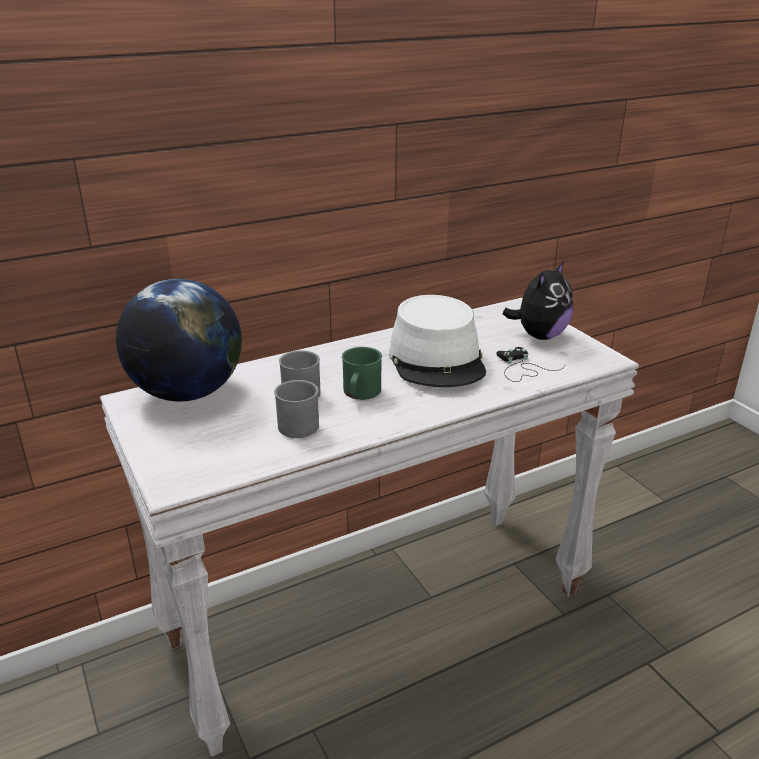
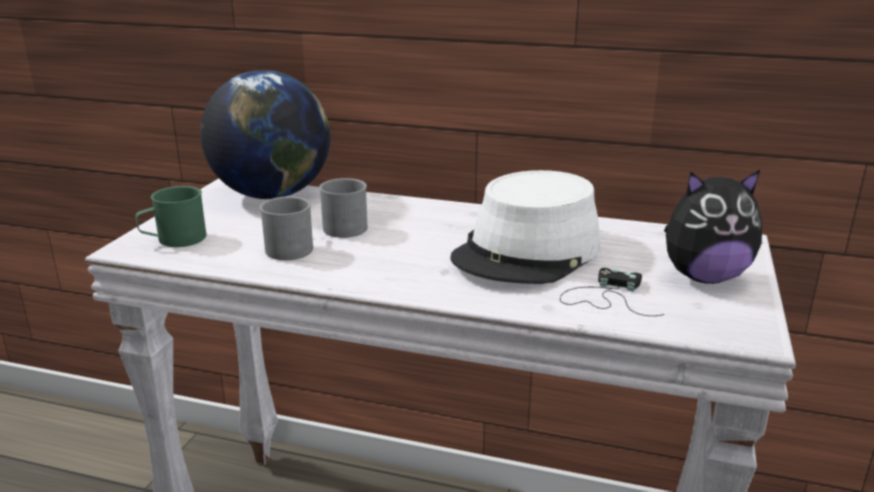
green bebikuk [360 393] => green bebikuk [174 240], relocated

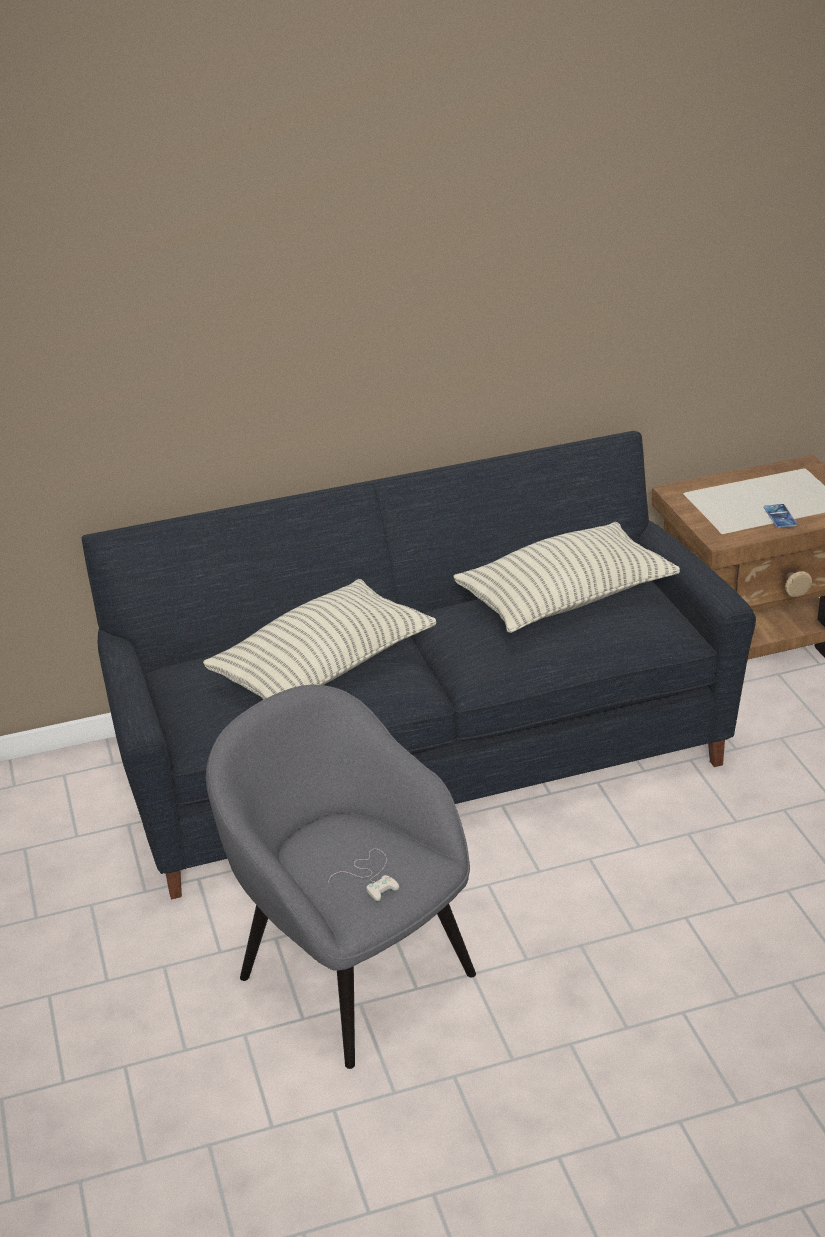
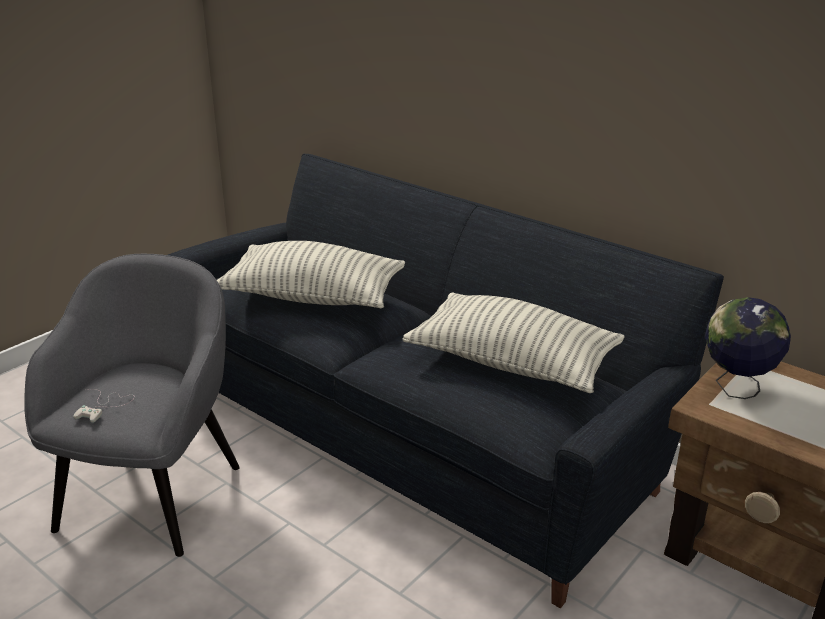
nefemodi [780 516] => nothing
nothing => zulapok [736 388]

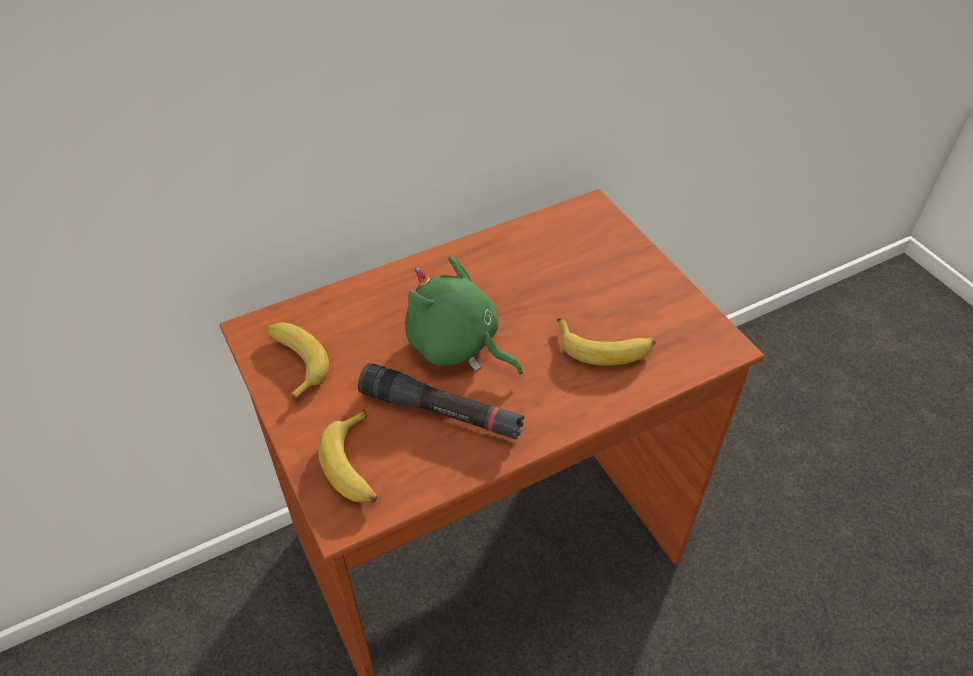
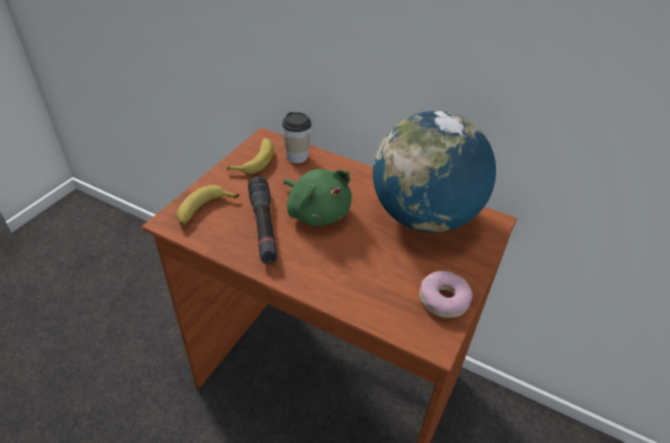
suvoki [605 348] => nothing
nothing => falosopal [297 157]
nothing => zulapok [424 217]
nothing => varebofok [443 299]
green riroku [457 346] => green riroku [317 212], 135 degrees clockwise

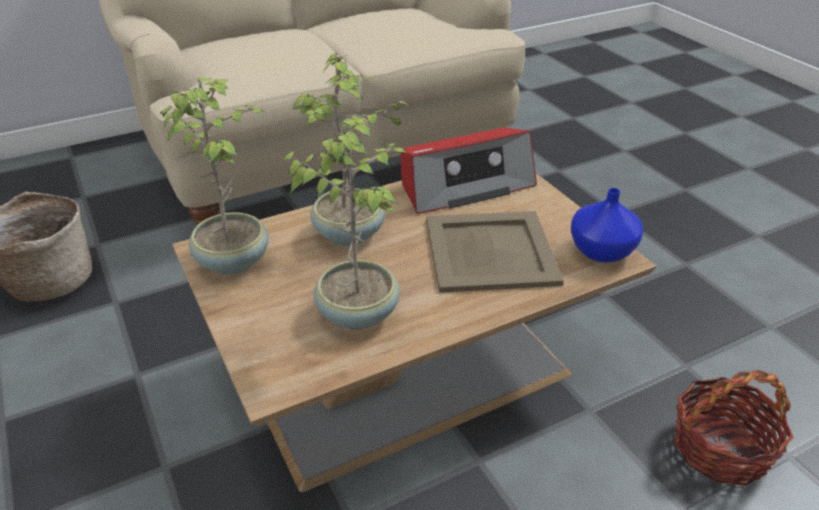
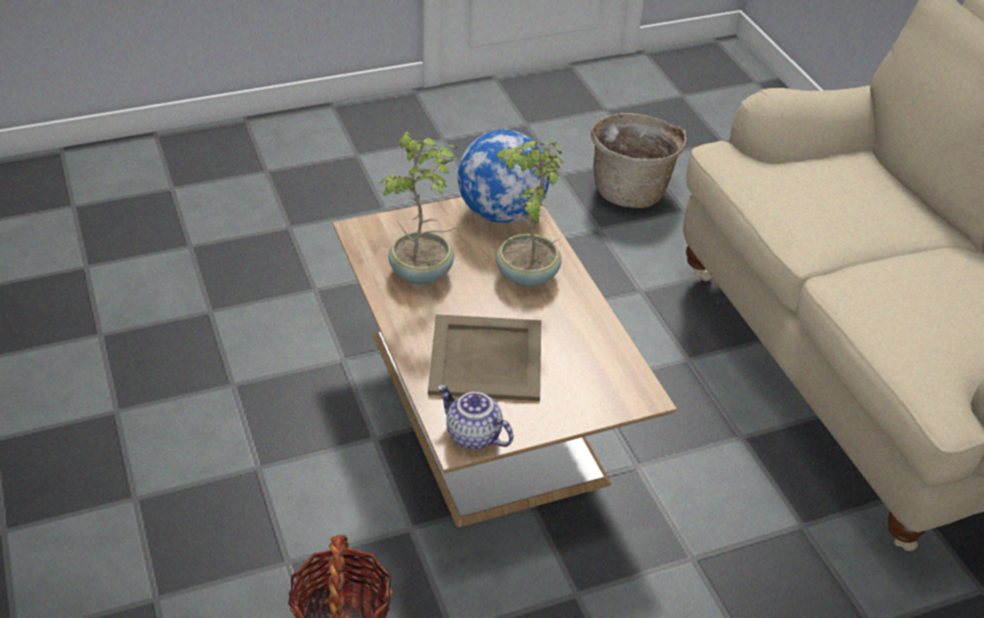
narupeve [465 185] => nothing
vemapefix [234 259] => zulapok [501 213]
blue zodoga [603 251] => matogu [472 436]

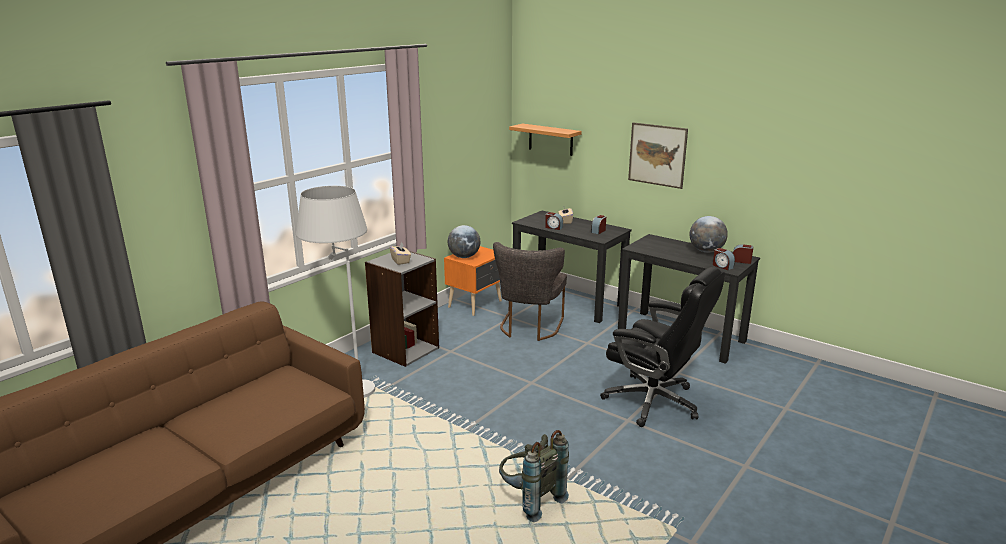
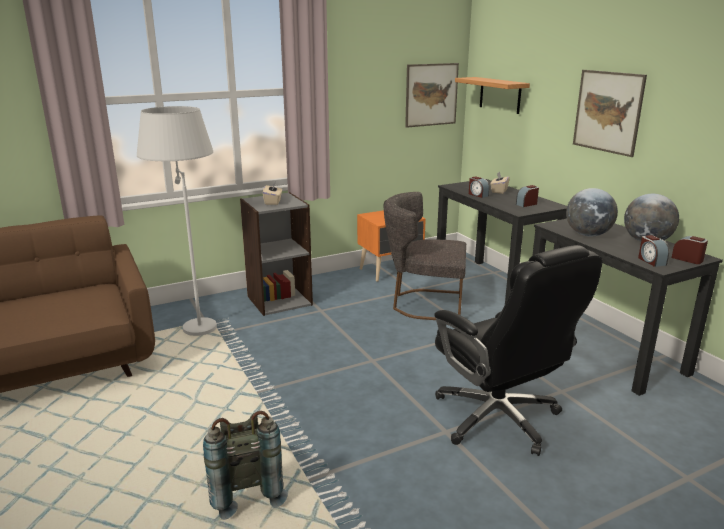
nothing => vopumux [431 95]
zulapok [464 257] => zulapok [588 235], relocated
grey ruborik [529 328] => grey ruborik [423 304], 60 degrees clockwise

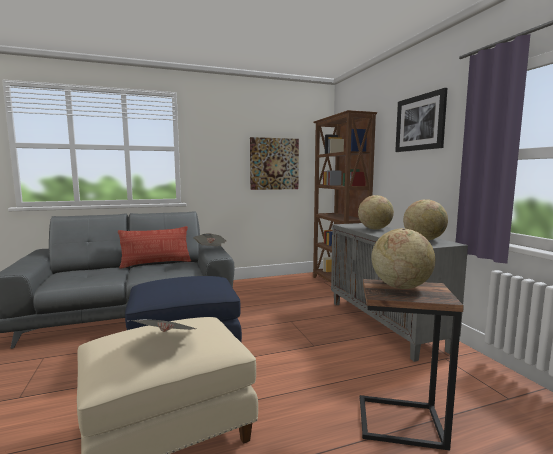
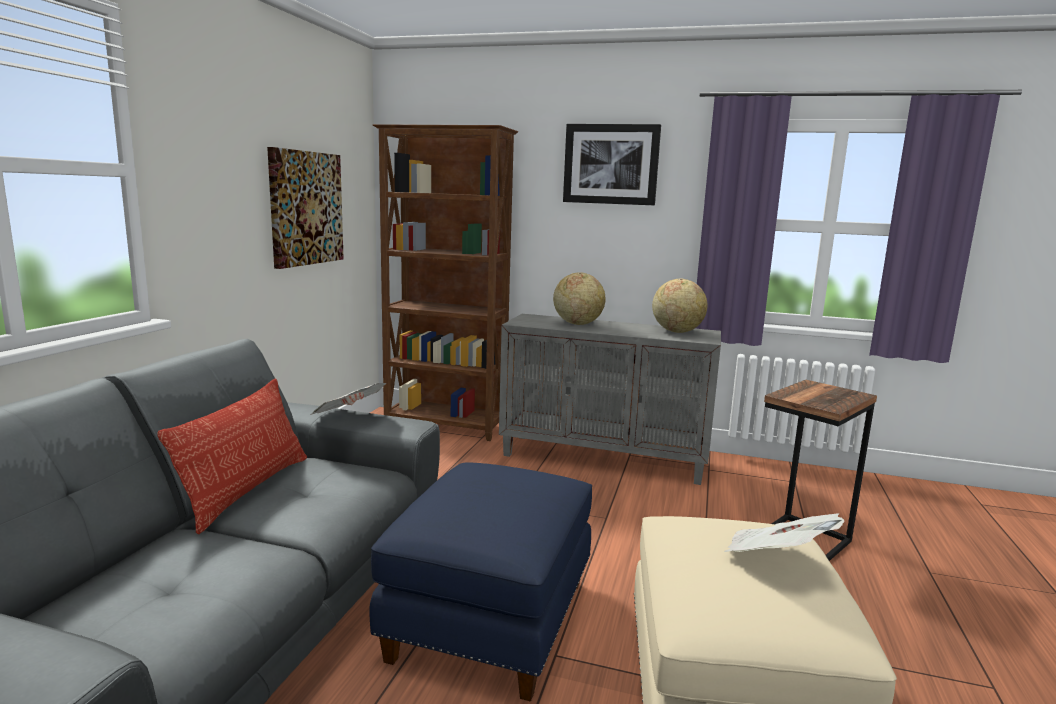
zulapok [400 287] => nothing

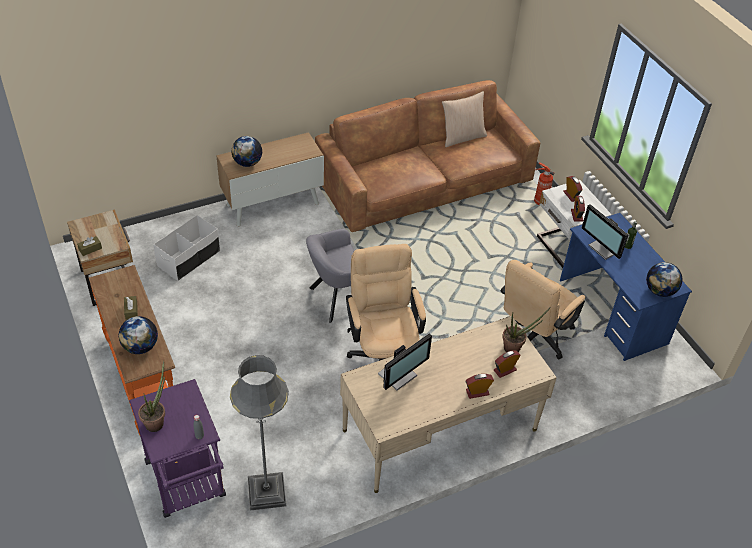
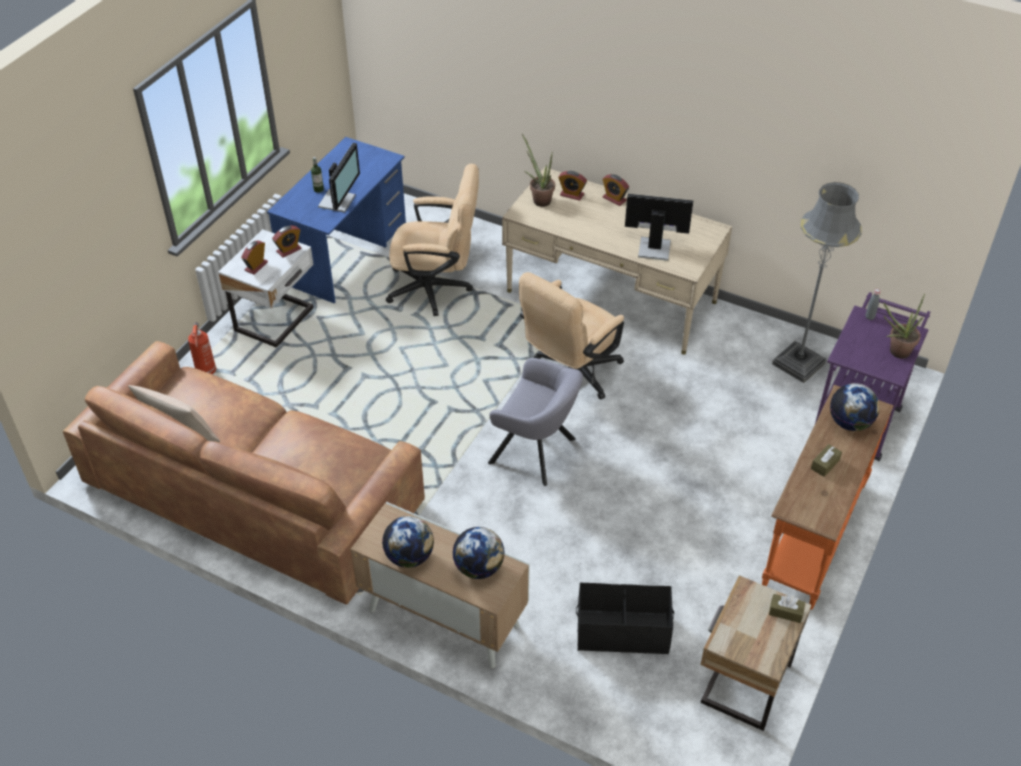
zulapok [659 291] => zulapok [409 557], relocated
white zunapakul [189 258] => black zunapakul [622 631]

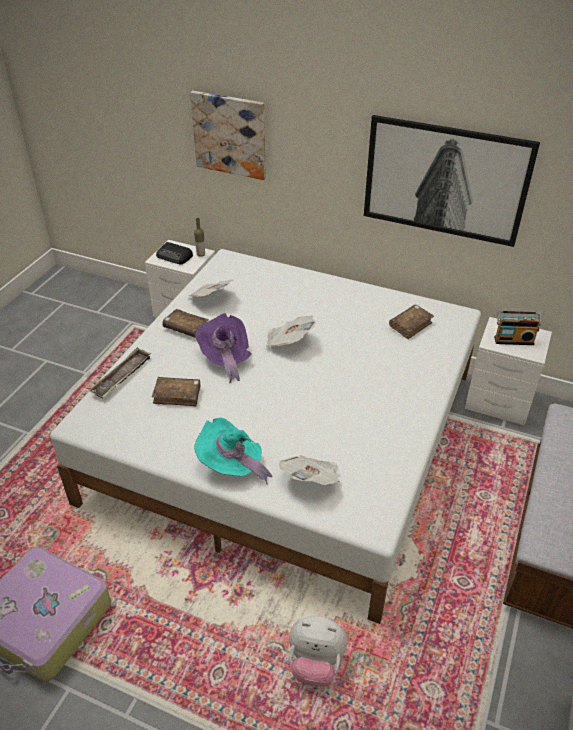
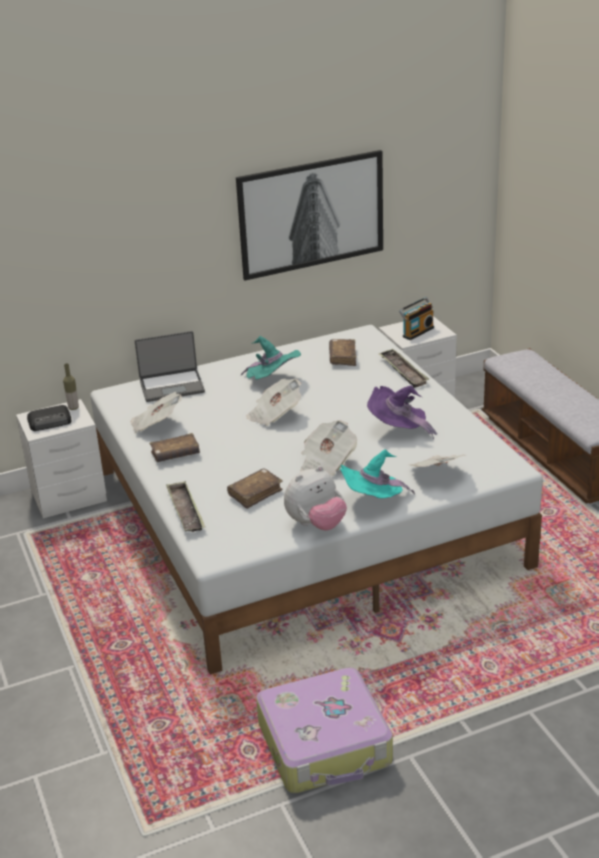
vopumux [230 134] => nothing
nothing => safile [172 386]
nothing => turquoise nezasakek [272 381]
nothing => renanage [326 463]
nothing => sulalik [403 371]
purple nezasakek [225 358] => purple nezasakek [398 429], relocated
riroku [315 663] => riroku [316 524], relocated

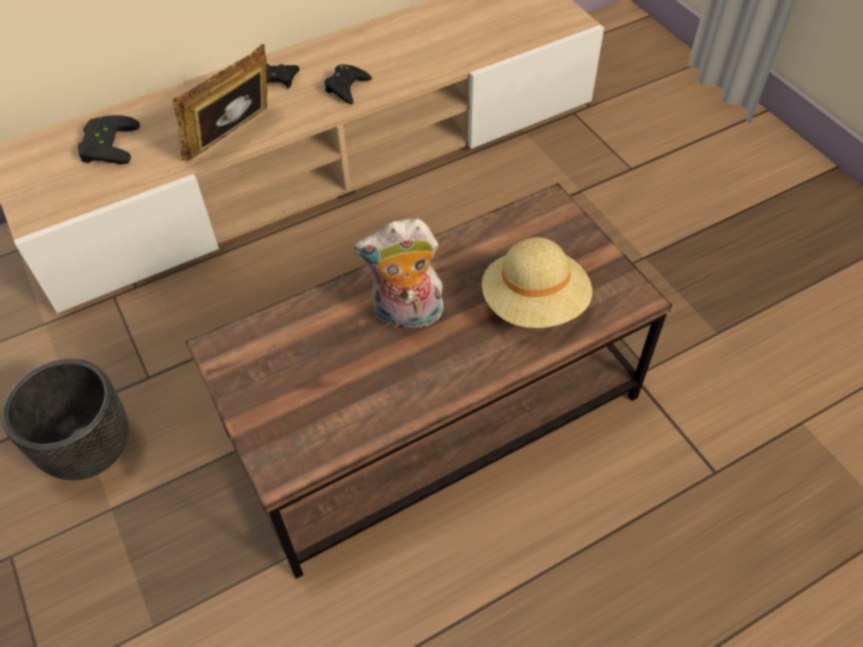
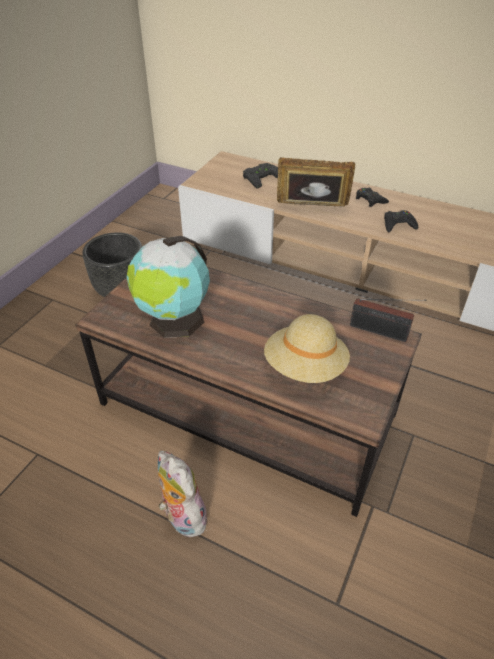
nothing => zulapok [174 321]
nothing => narupeve [381 332]
riroku [406 316] => riroku [182 517], relocated

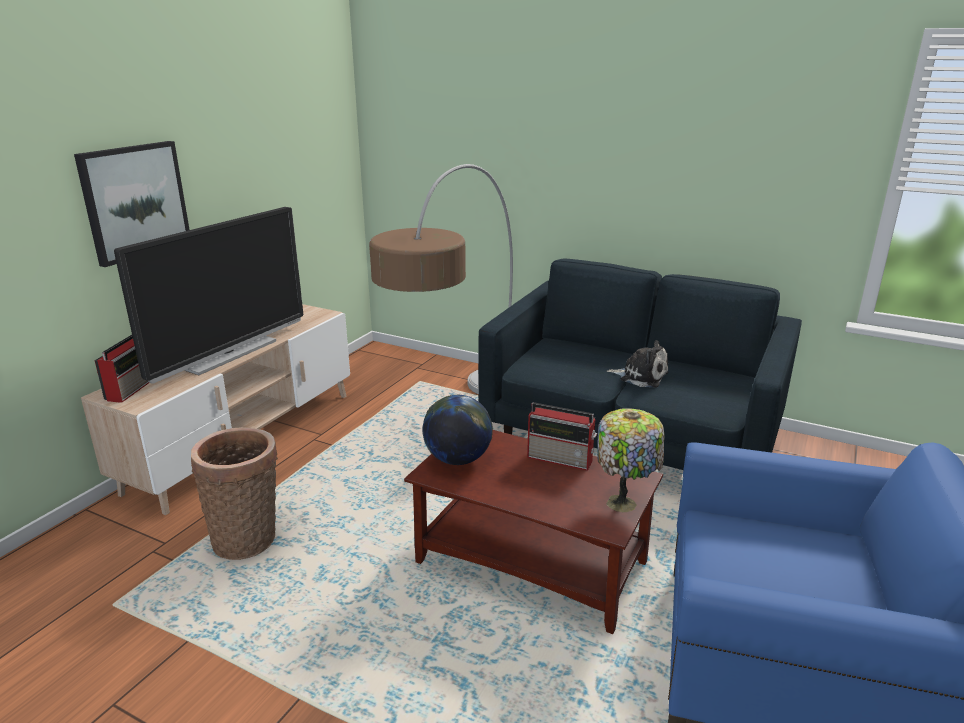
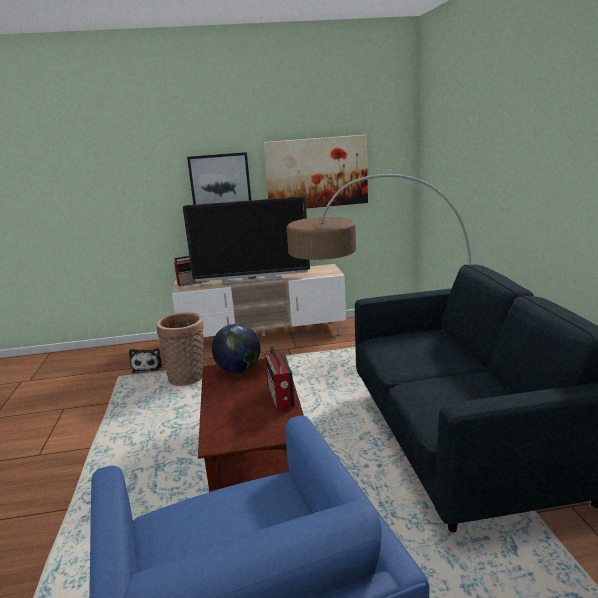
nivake [624 503] => nothing
nothing => vopumux [316 173]
riroku [641 376] => riroku [147 366], relocated

